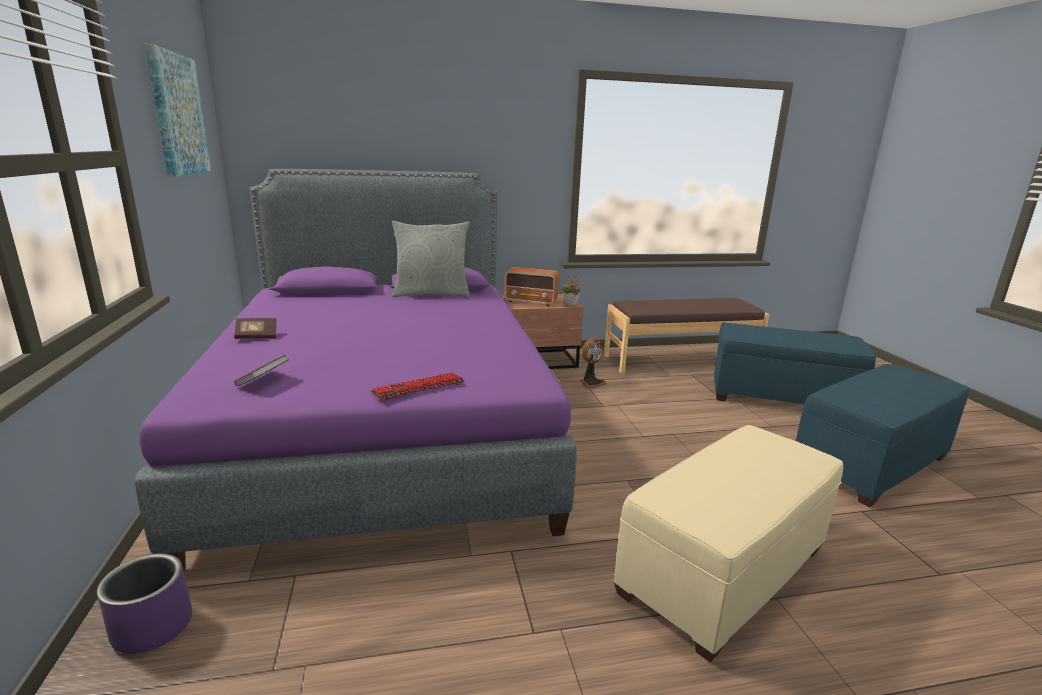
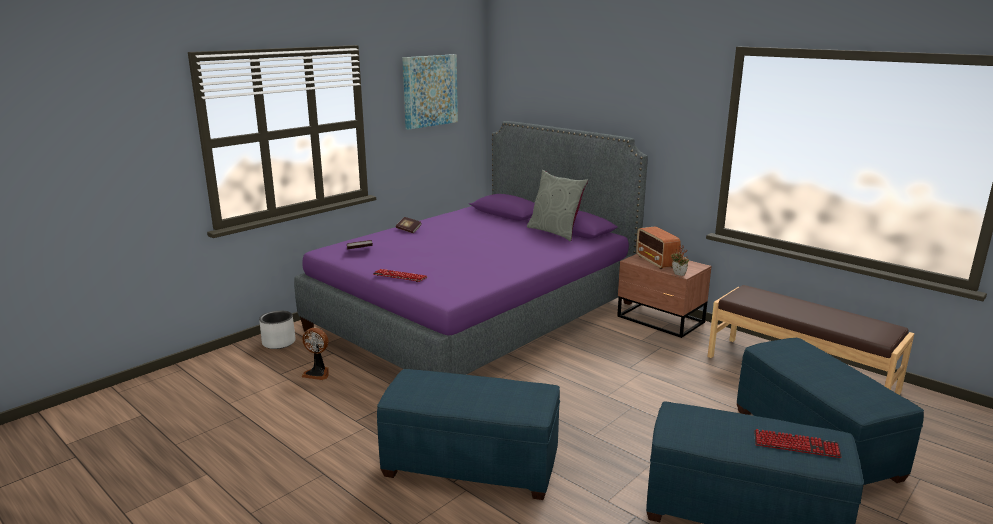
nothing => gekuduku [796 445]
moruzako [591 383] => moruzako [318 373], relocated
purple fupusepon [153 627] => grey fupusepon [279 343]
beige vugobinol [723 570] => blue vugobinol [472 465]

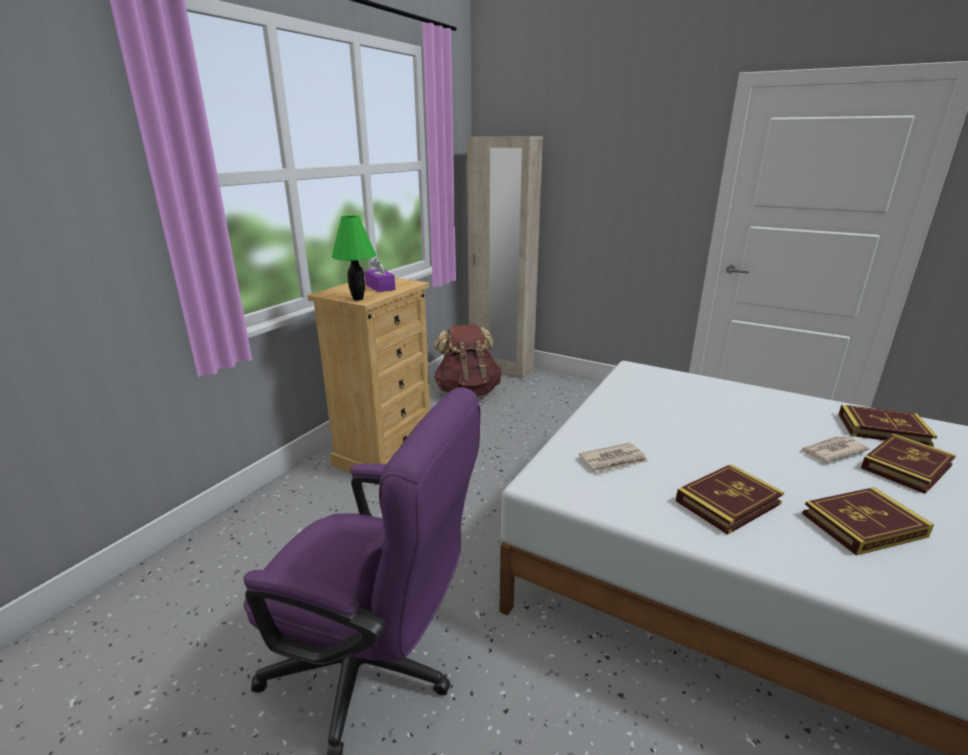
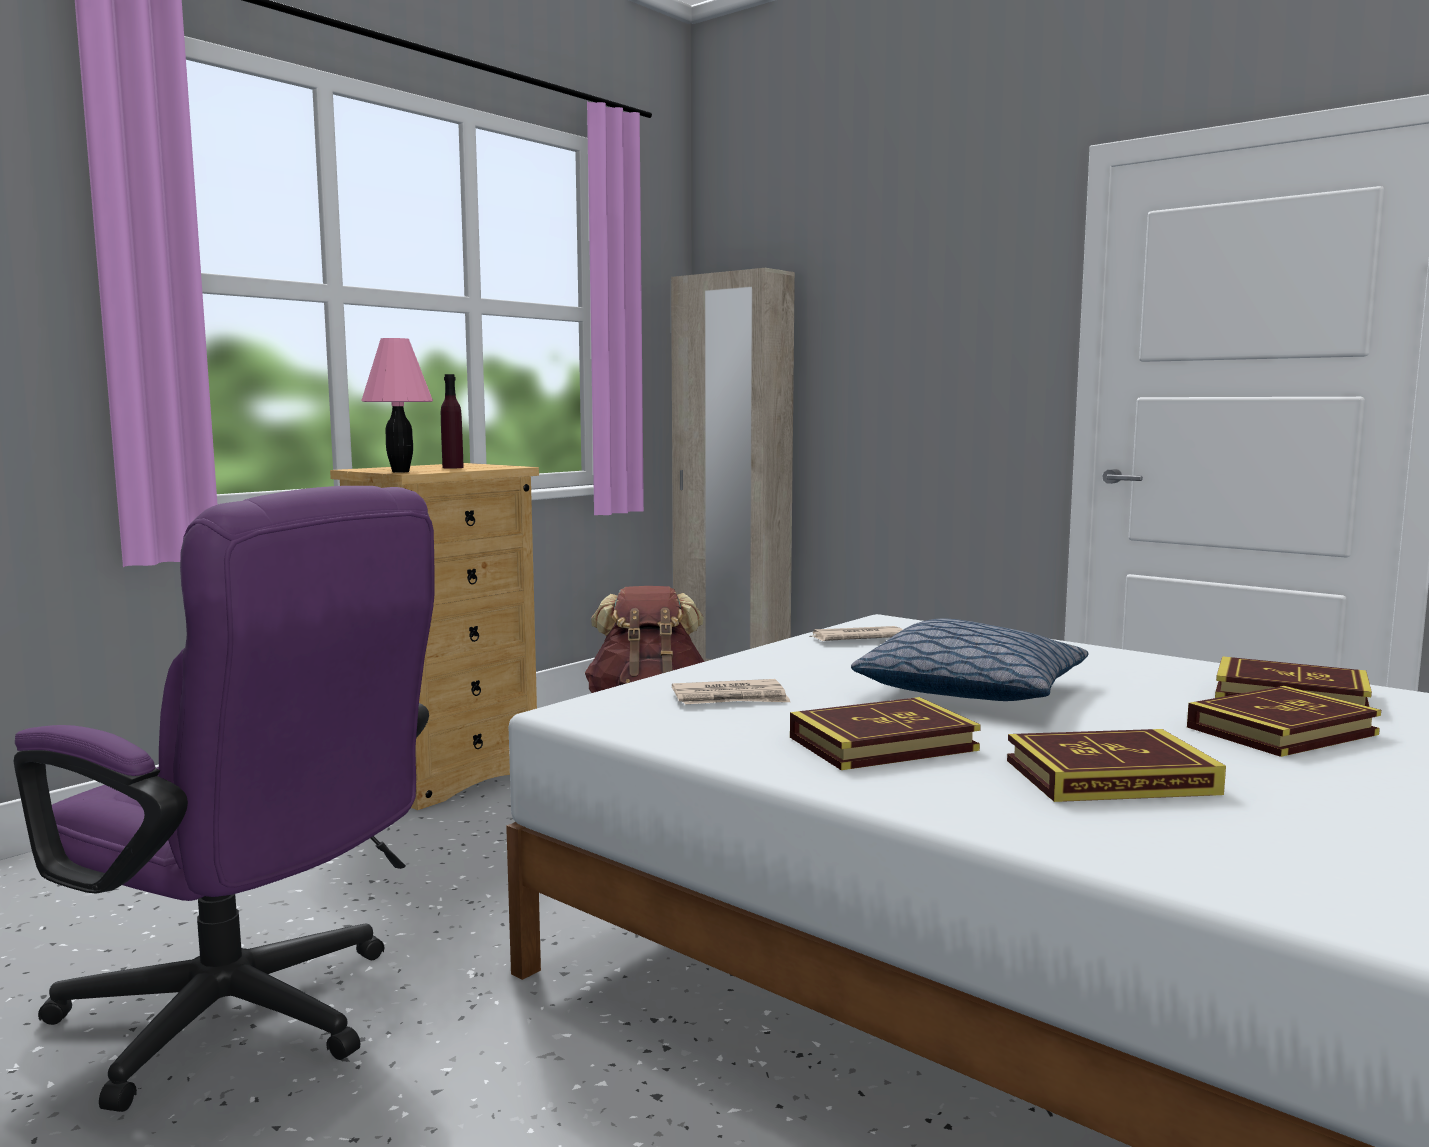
nothing => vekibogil [972 691]
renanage [831 451] => renanage [857 638], relocated
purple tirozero [380 287] => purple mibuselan [453 467]
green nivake [358 299] => pink nivake [401 471]

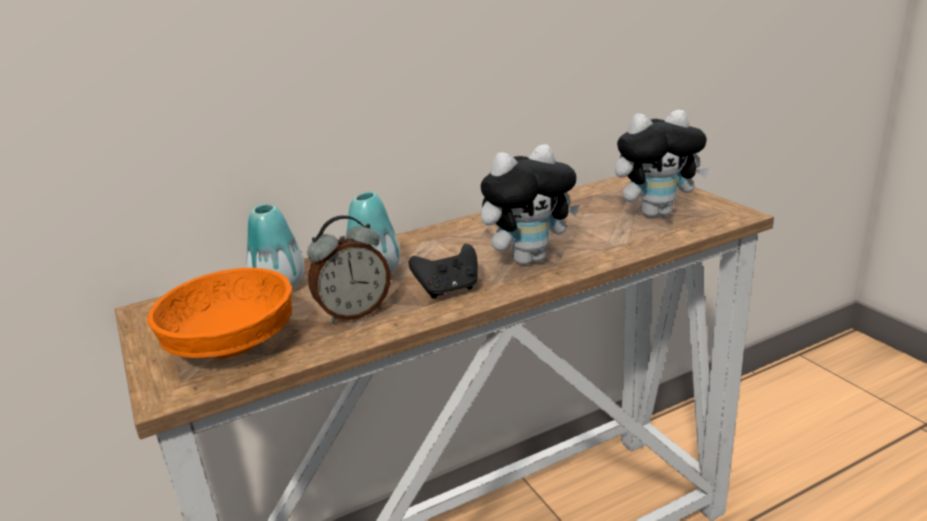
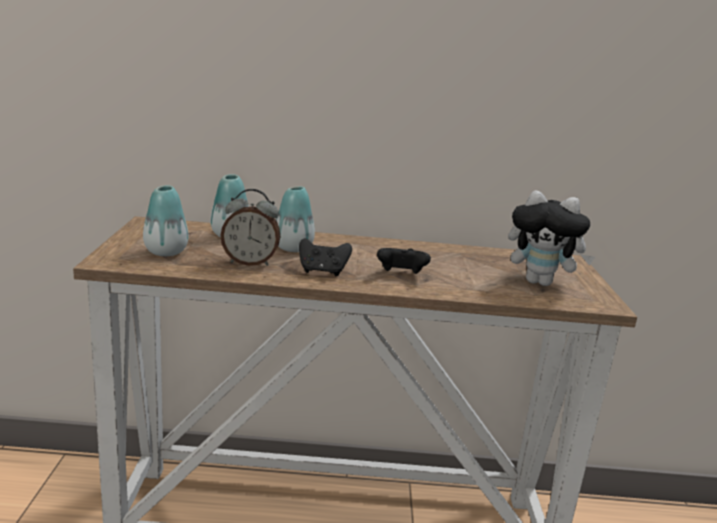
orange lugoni [232 343] => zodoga [166 252]
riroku [529 259] => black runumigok [401 275]

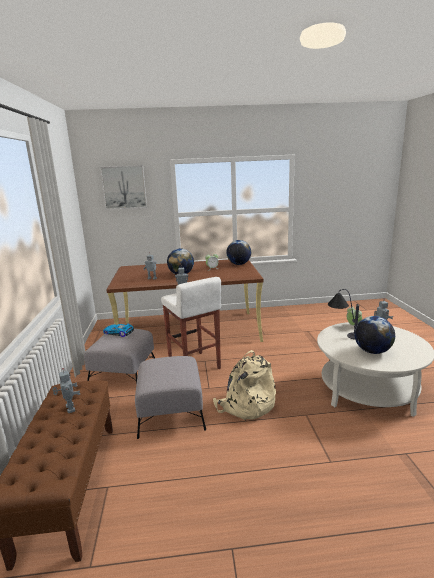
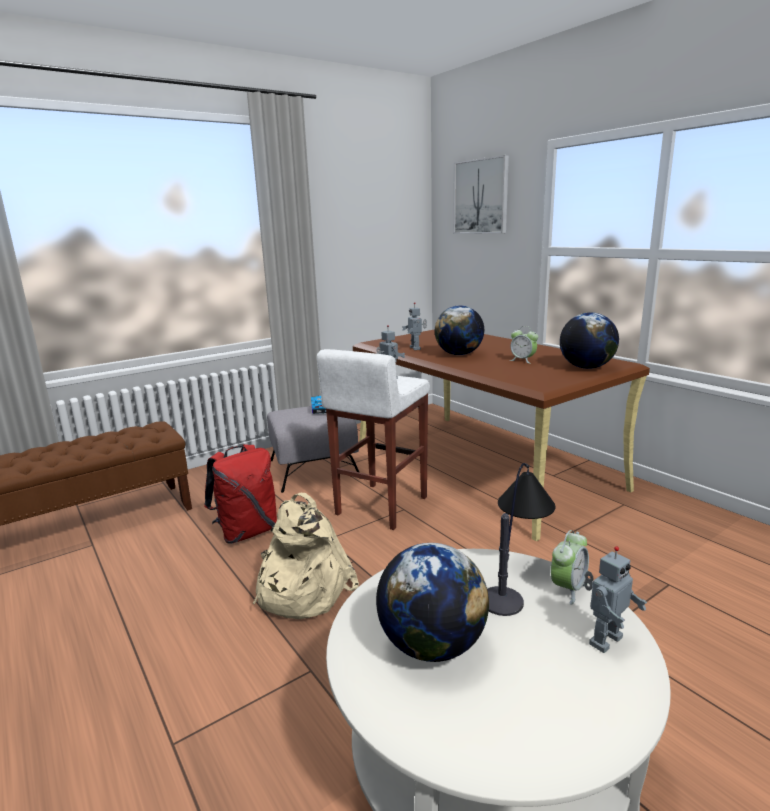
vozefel [69 409] => nothing
grey vugobinol [171 412] => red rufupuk [247 532]

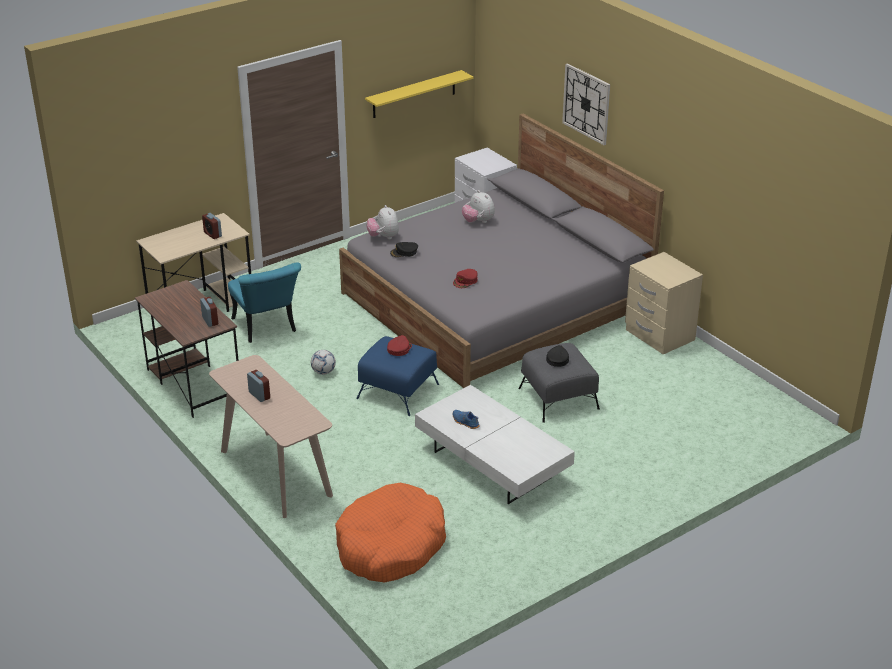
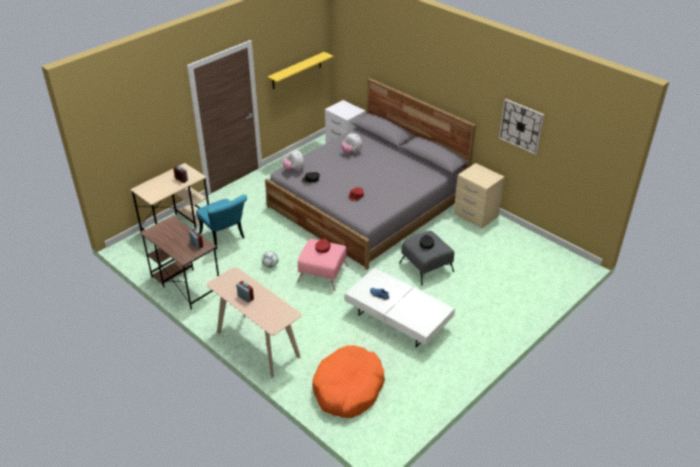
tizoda [586 103] => tizoda [521 126], relocated
blue vugobinol [397 391] => pink vugobinol [322 273]

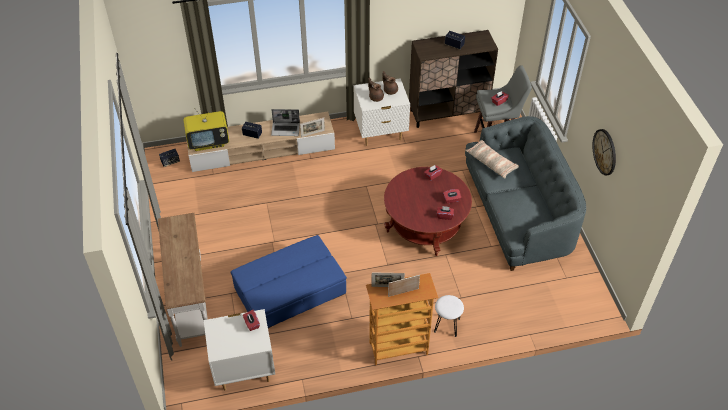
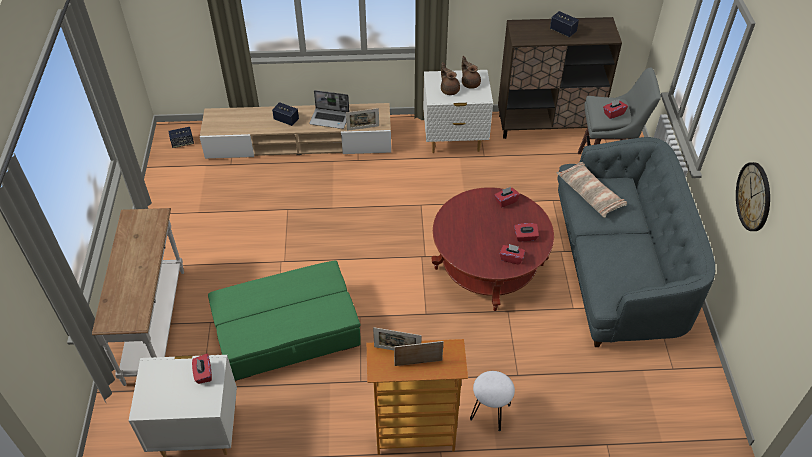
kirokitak [209 142] => nothing
blue vugobinol [290 292] => green vugobinol [287 333]

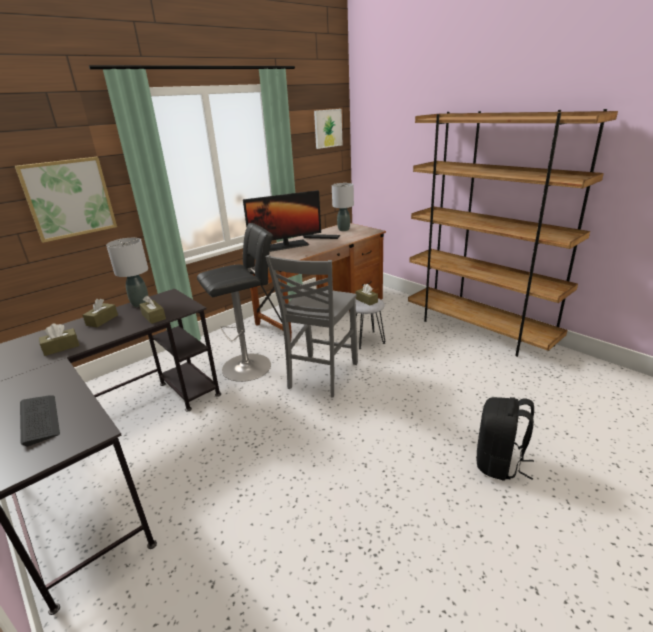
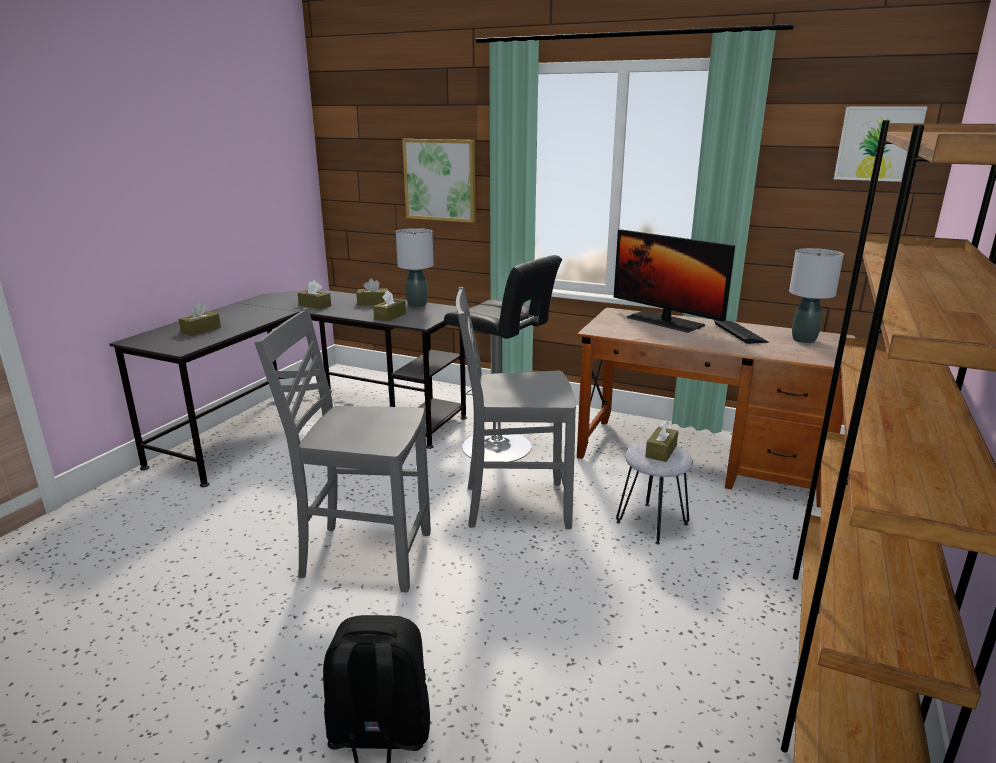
nothing => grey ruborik [364 555]
gekuduku [39 419] => brown tirozero [201 330]

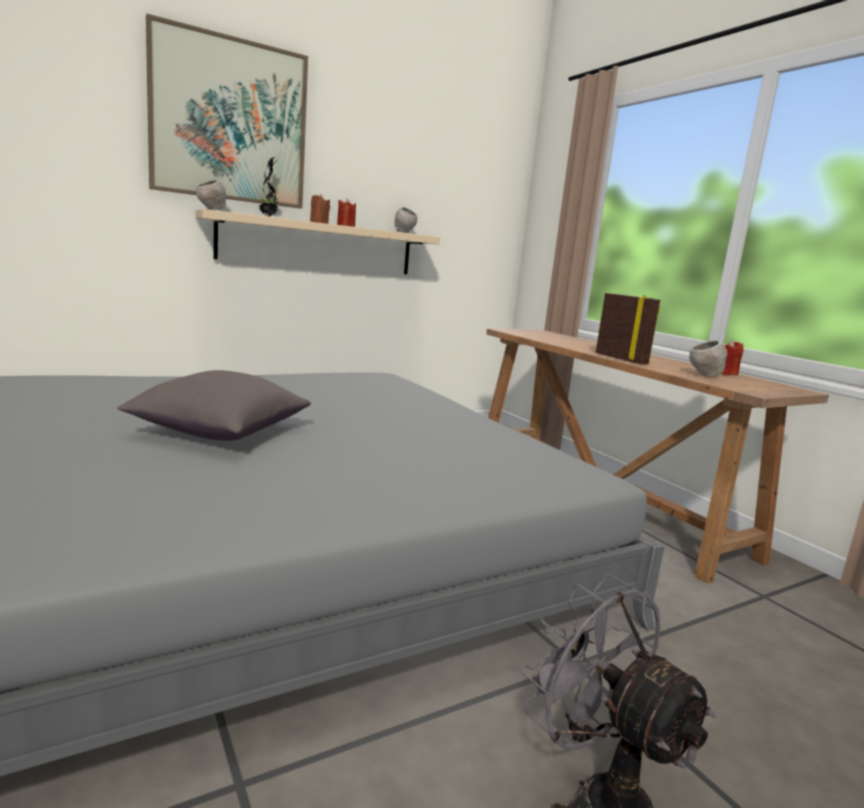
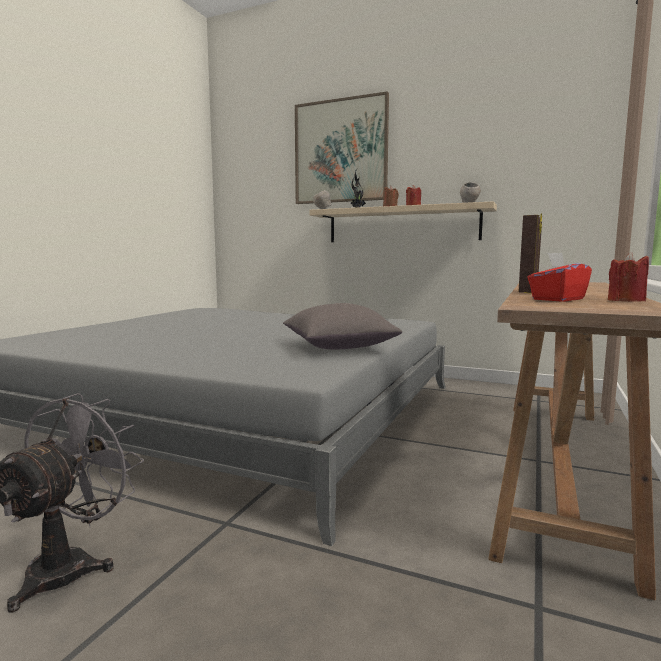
grey vekibogil [220 433] => grey vekibogil [338 347], relocated
grey lugoni [704 376] => red tirozero [557 299]

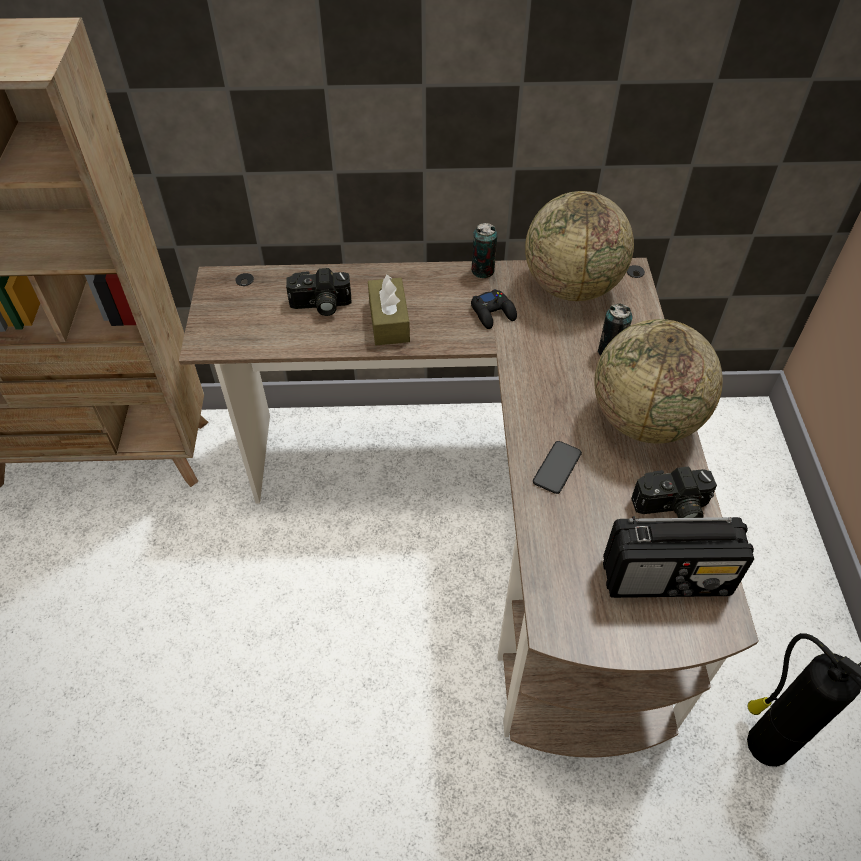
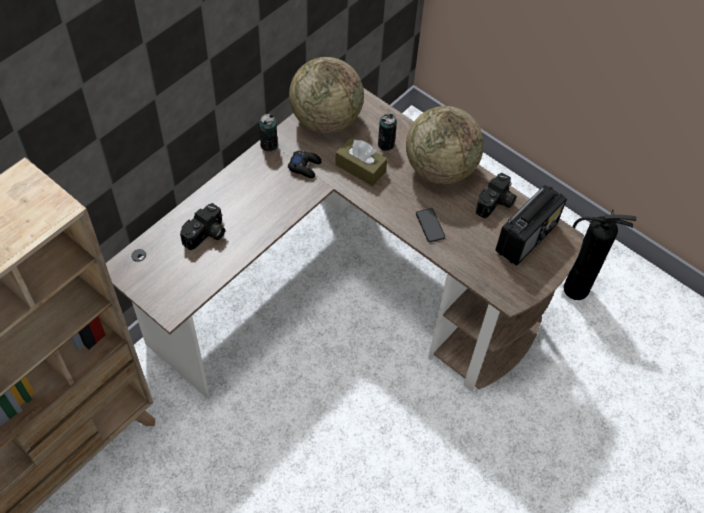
brown tirozero [389 321] => brown tirozero [360 168], relocated

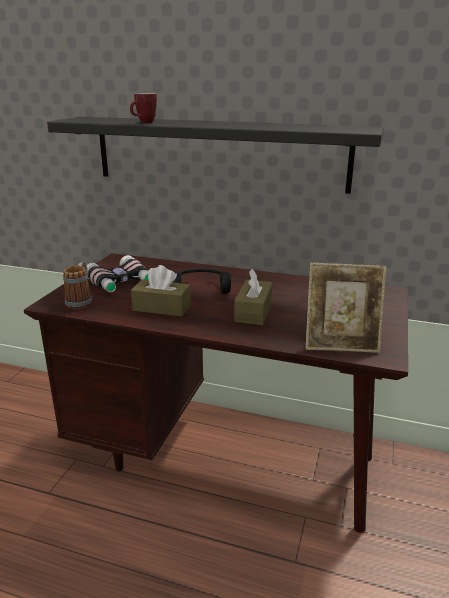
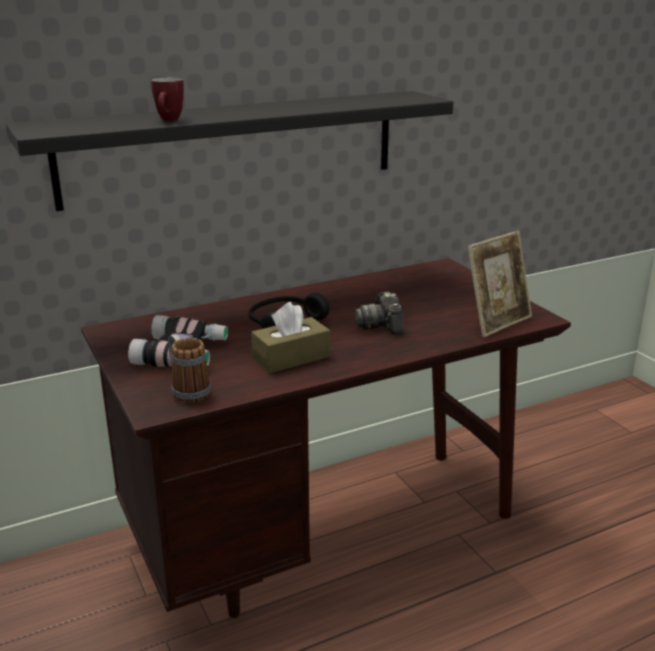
brown tirozero [253 312] => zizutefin [380 325]

